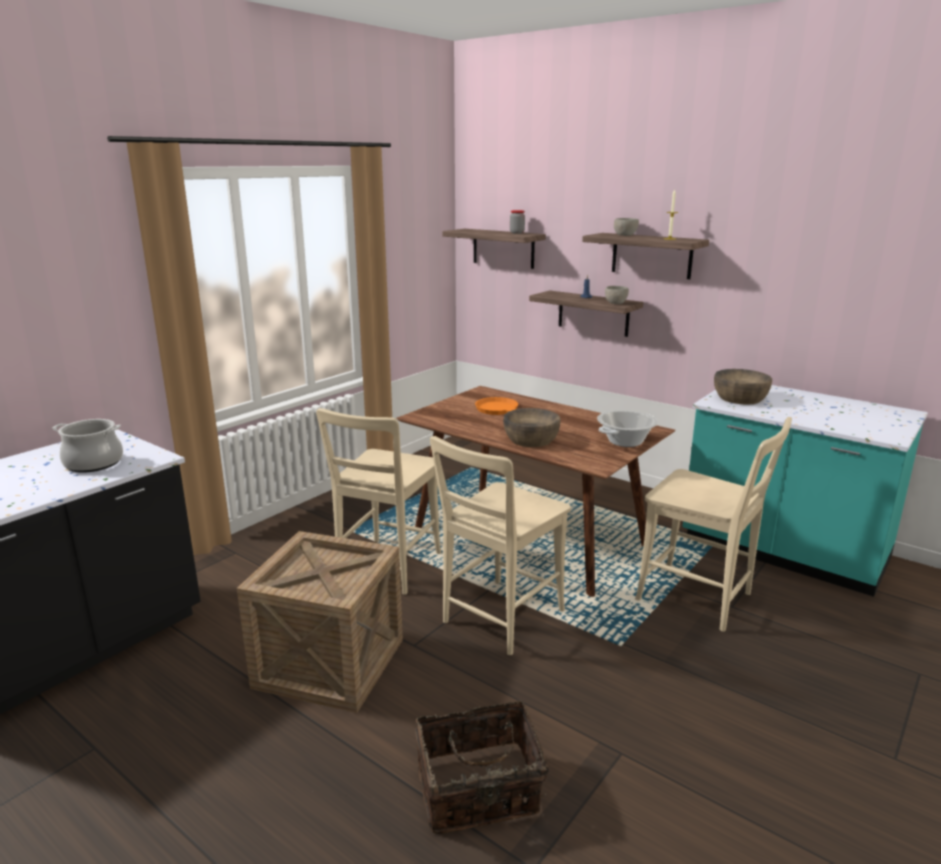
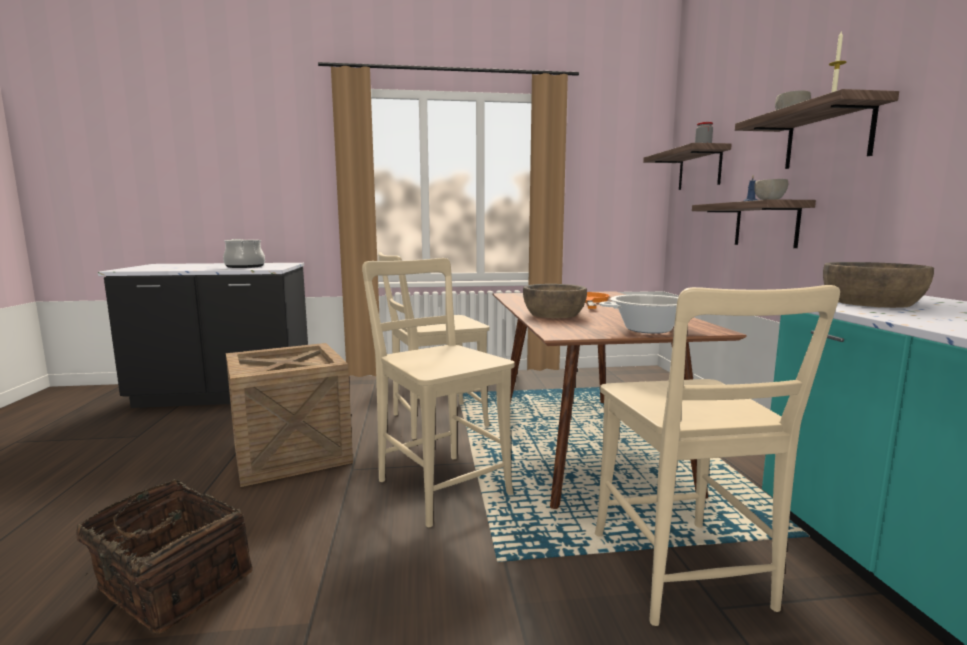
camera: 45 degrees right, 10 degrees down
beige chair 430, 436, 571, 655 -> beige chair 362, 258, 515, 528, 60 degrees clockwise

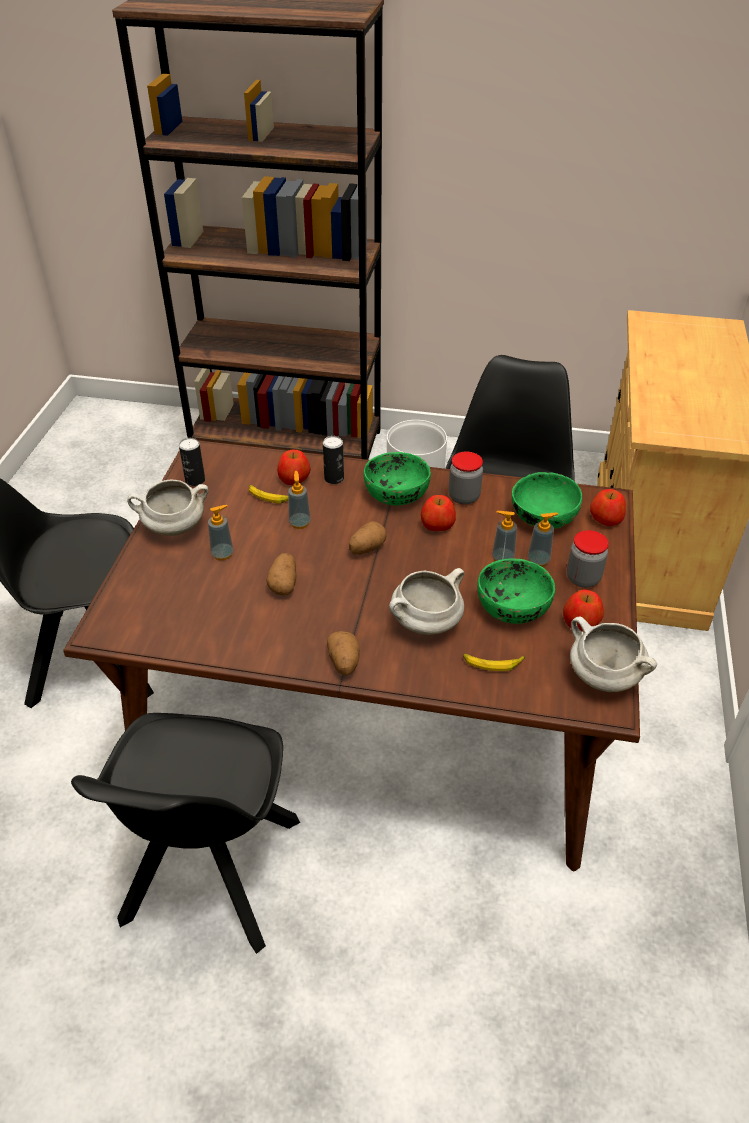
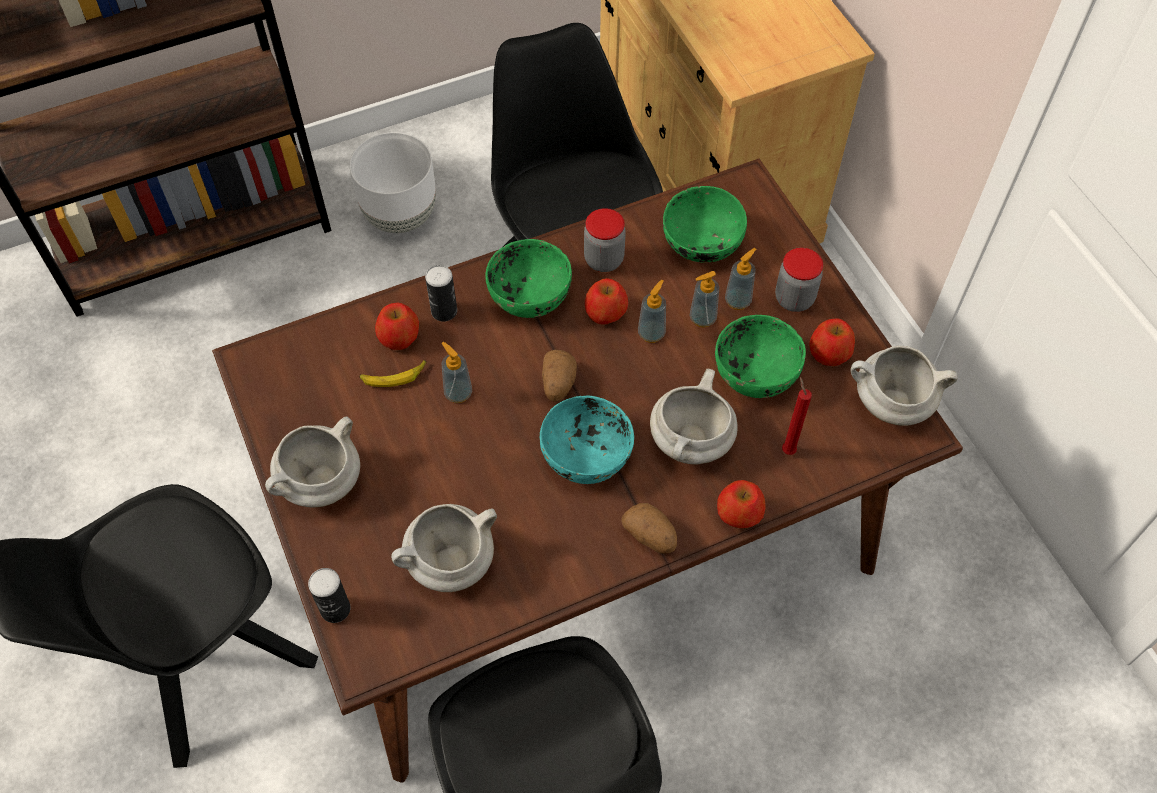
camera: 35 degrees left, 15 degrees up
can 179, 438, 205, 486 -> can 308, 568, 350, 623, relocated
soap dispenser 208, 505, 234, 560 -> soap dispenser 638, 280, 666, 343, relocated
potato 266, 553, 296, 596 -> none
banana 463, 653, 525, 671 -> red candle 782, 377, 812, 455
apple 590, 489, 626, 526 -> apple 717, 480, 766, 528, relocated
none -> white cooking pot 391, 504, 497, 592
none -> turquoise bowl 540, 395, 634, 484

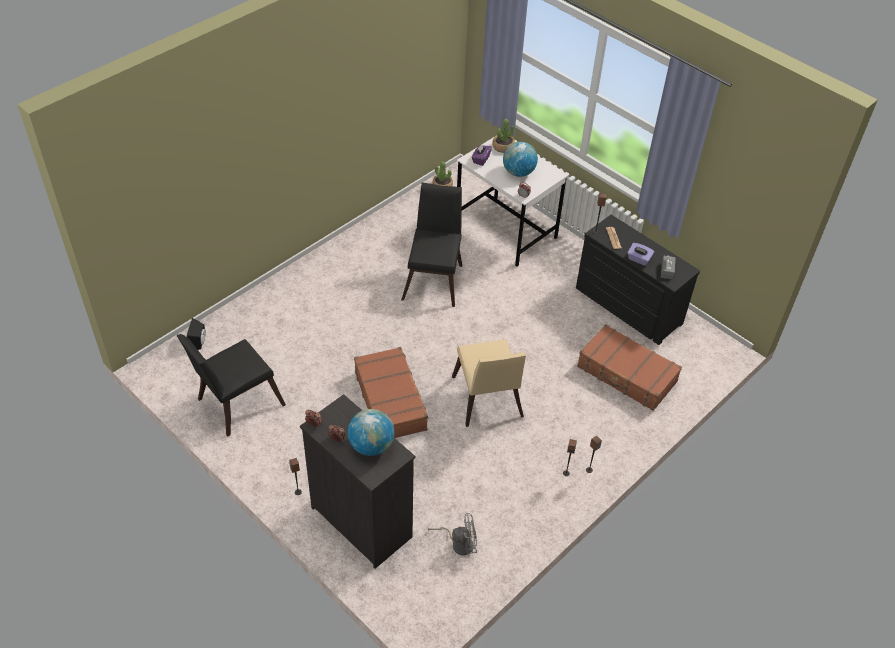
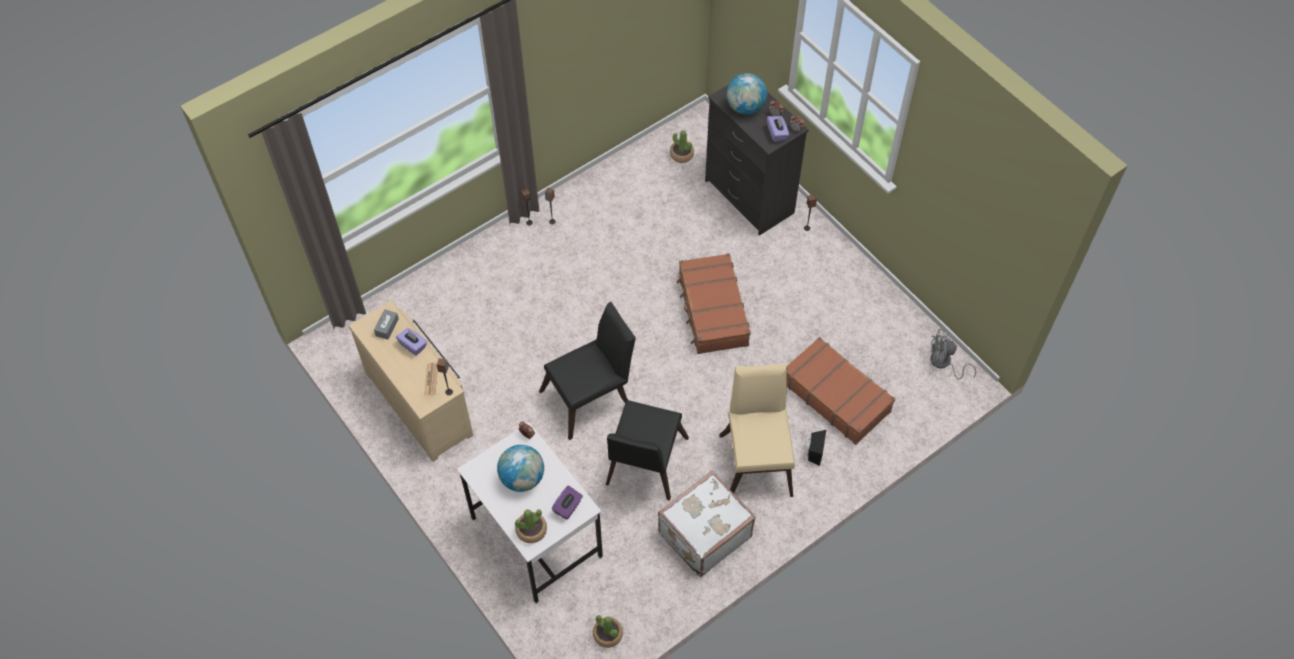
camera: 170 degrees left, 10 degrees up
black chair 176, 334, 286, 437 -> black chair 539, 302, 636, 440, relocated
black speaker 187, 318, 206, 350 -> black speaker 807, 430, 826, 466, relocated
grey fan 428, 513, 477, 555 -> grey fan 930, 329, 976, 379, relocated
beige chair 452, 339, 526, 427 -> beige chair 719, 363, 795, 497, relocated
black dresser 576, 215, 700, 345 -> beige dresser 349, 300, 473, 462
brown suitcase 577, 324, 682, 411 -> brown suitcase 786, 337, 895, 445, relocated
none -> white suitcase 658, 471, 756, 577
none -> potted plant 670, 130, 694, 163
none -> purple tissue box 767, 116, 789, 142

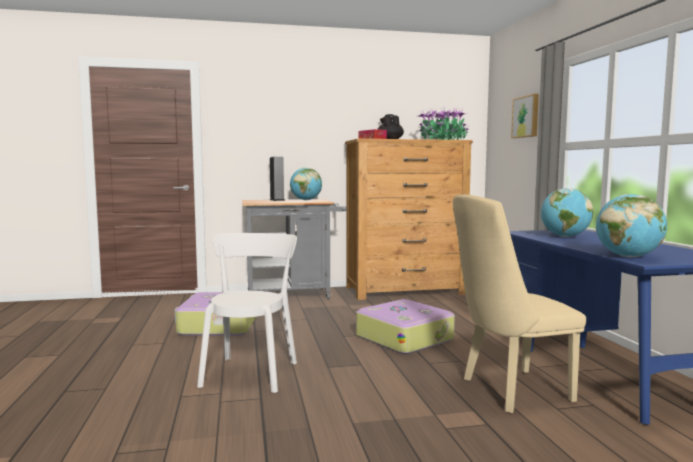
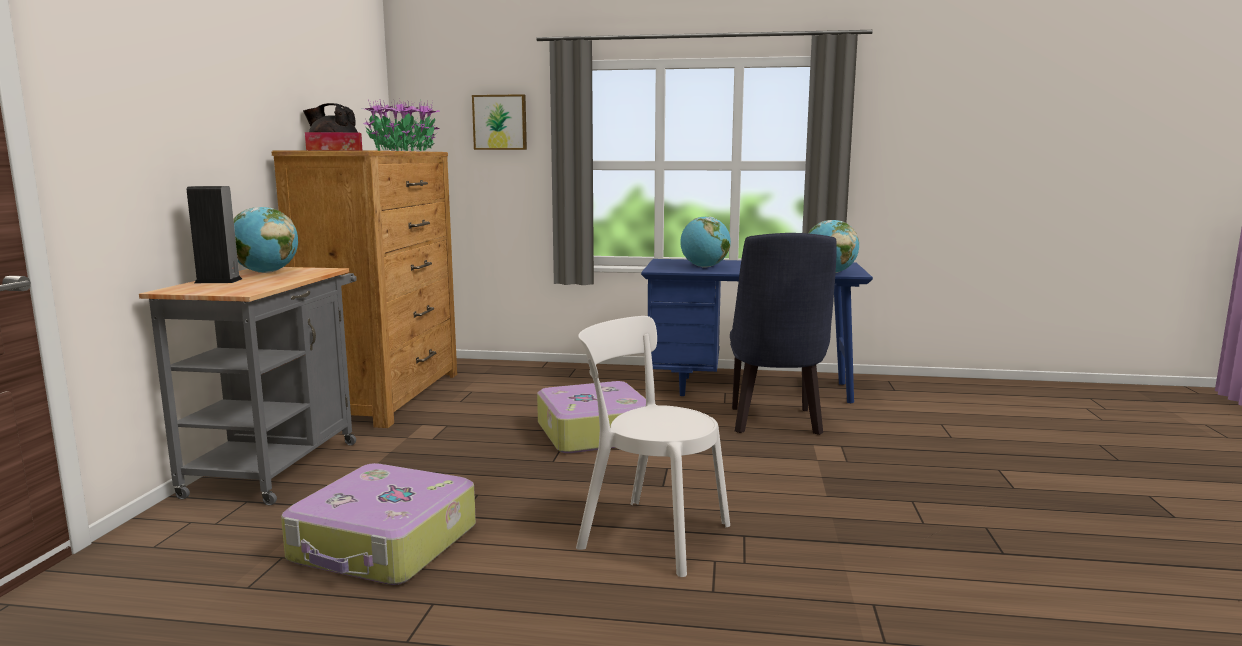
camera: 70 degrees left, 5 degrees up
beige chair 453, 194, 586, 413 -> blue chair 730, 233, 837, 435

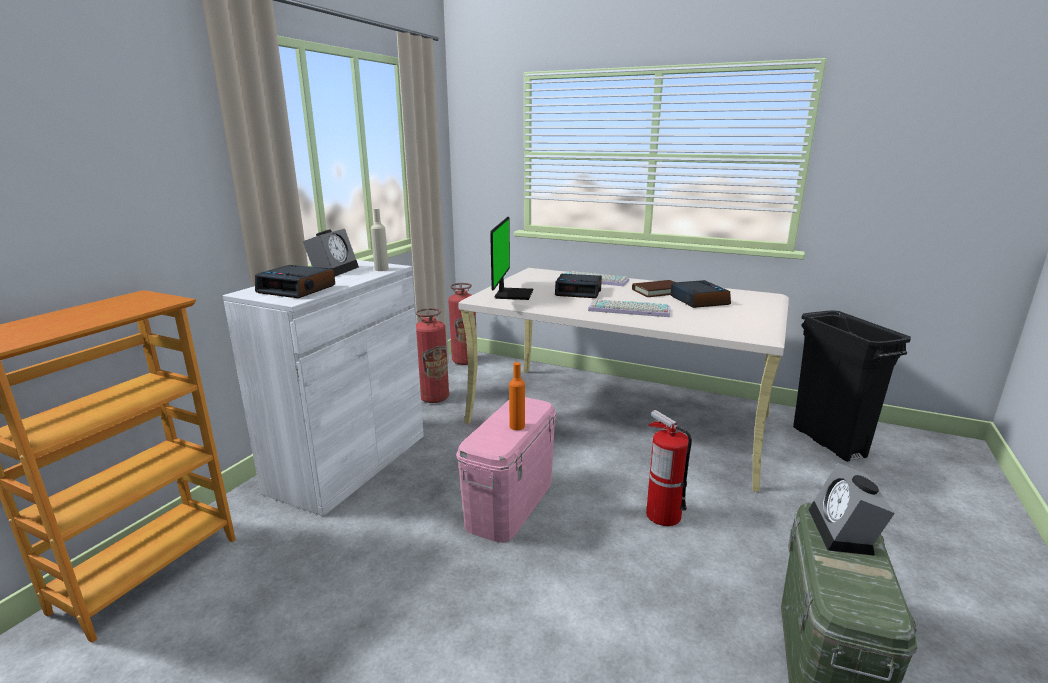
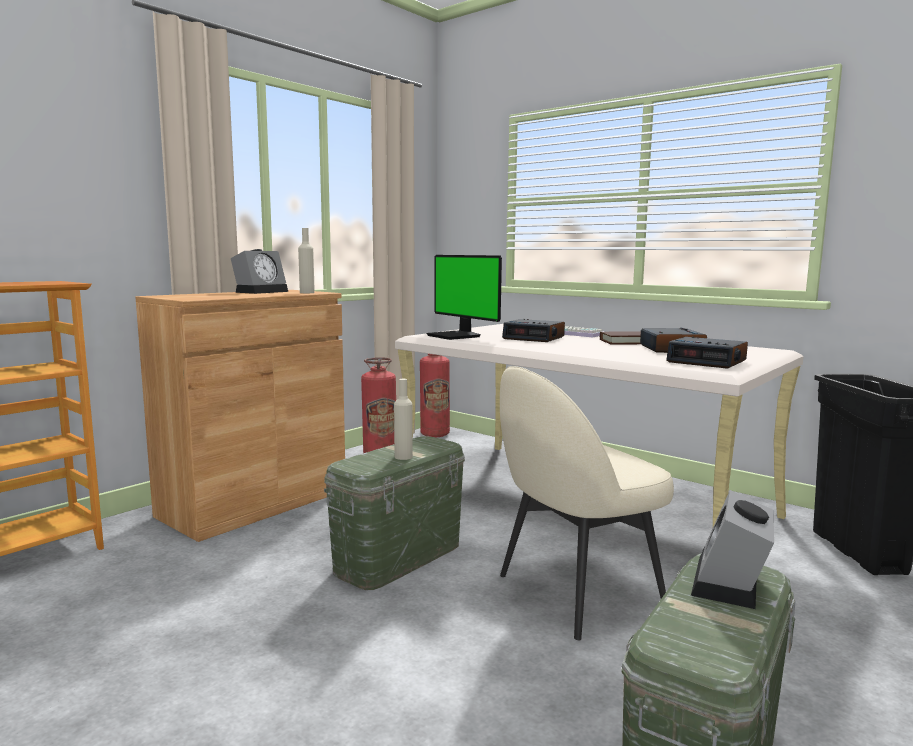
camera: 15 degrees right, 10 degrees down
white cabinet 223, 260, 424, 516 -> brown cabinet 136, 290, 345, 542
alarm clock 255, 265, 335, 298 -> alarm clock 666, 336, 748, 369, relocated
pink storage box 456, 397, 556, 543 -> green storage box 324, 436, 465, 590
monitor 490, 217, 534, 300 -> monitor 427, 255, 502, 340, 120 degrees clockwise
orange bottle 509, 362, 525, 430 -> beige bottle 394, 379, 413, 460
keyboard 588, 299, 670, 317 -> none
fire extinguisher 646, 410, 692, 526 -> beige chair 500, 366, 674, 640

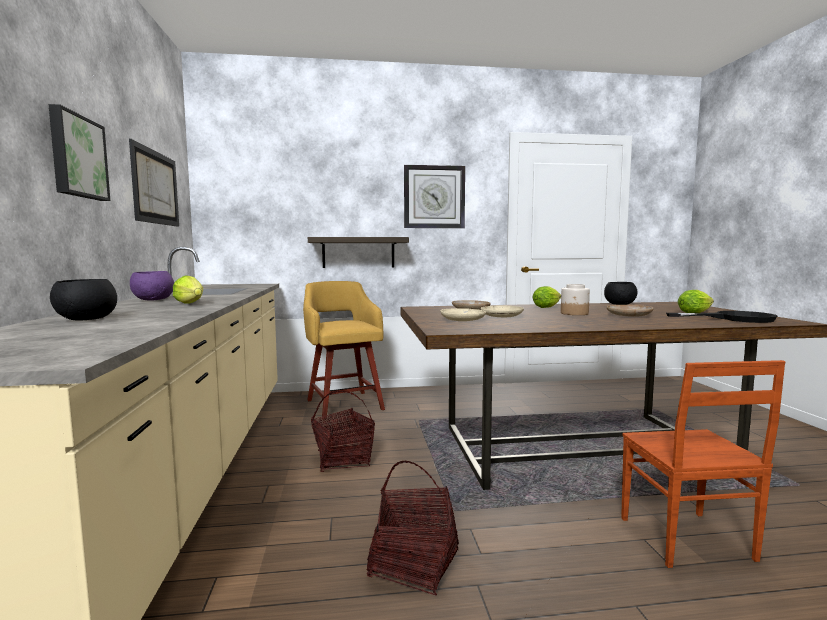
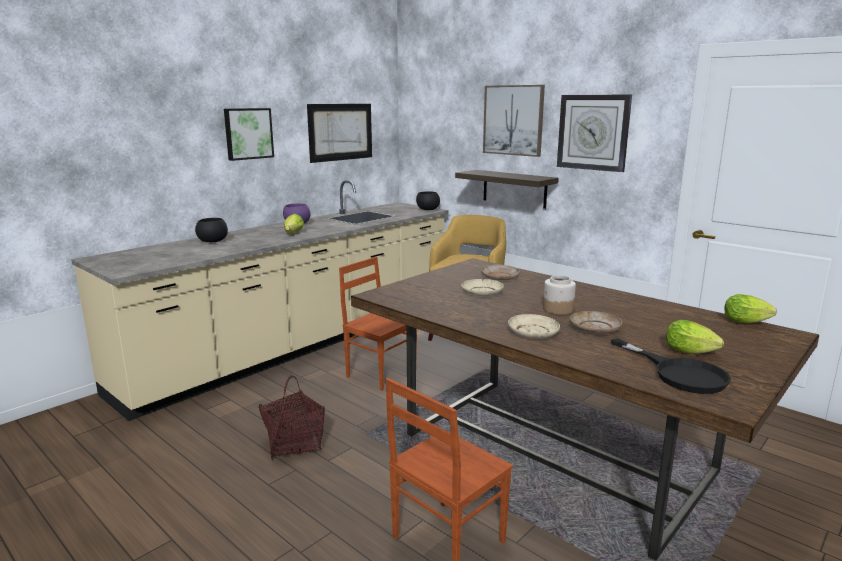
camera: 50 degrees right, 10 degrees up
basket 311, 391, 375, 472 -> brown chair 339, 257, 417, 390
beige plate 440, 308, 486, 321 -> beige plate 508, 314, 560, 338, relocated
lettuce 532, 286, 561, 308 -> lettuce 724, 294, 777, 324, relocated
black bowl 604, 282, 638, 305 -> black bowl 416, 191, 440, 210, relocated
none -> picture 483, 85, 545, 157

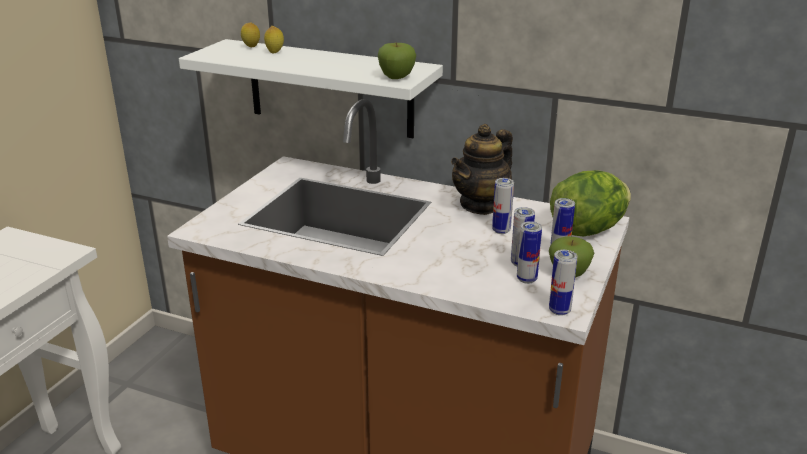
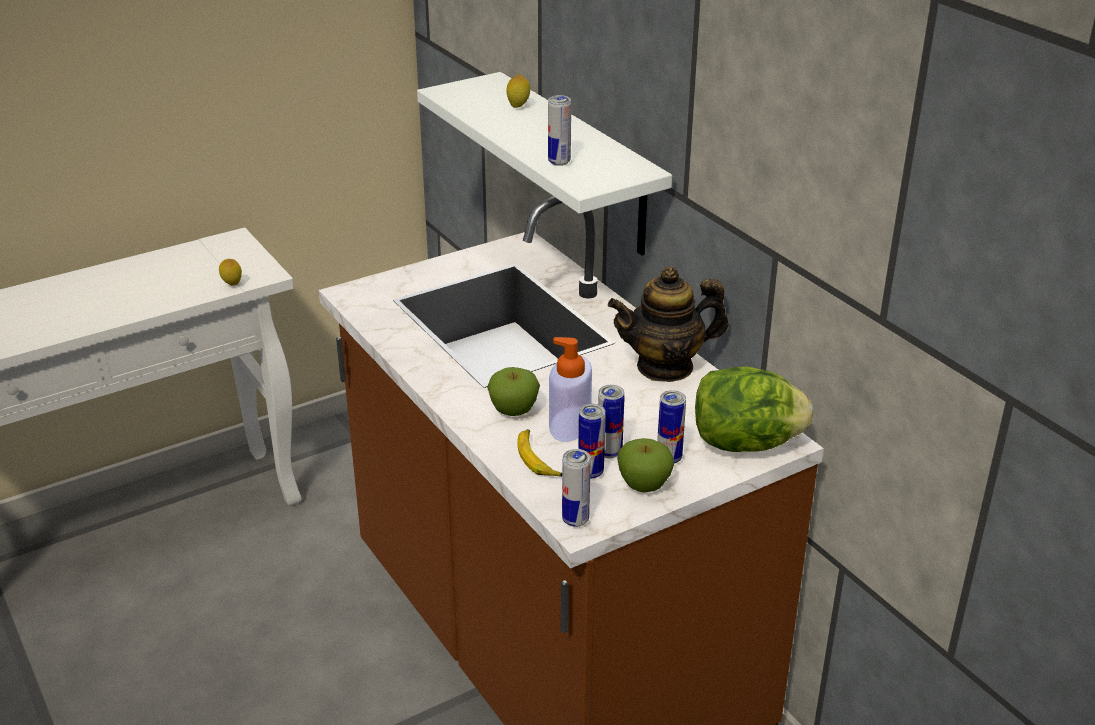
camera: 35 degrees right, 5 degrees up
lemon 241, 22, 260, 47 -> lemon 219, 259, 242, 285, relocated
apple 378, 43, 416, 79 -> apple 487, 367, 540, 416, relocated
can 492, 178, 514, 234 -> can 548, 95, 571, 166, relocated
none -> banana 517, 429, 562, 477
none -> soap dispenser 549, 337, 592, 442

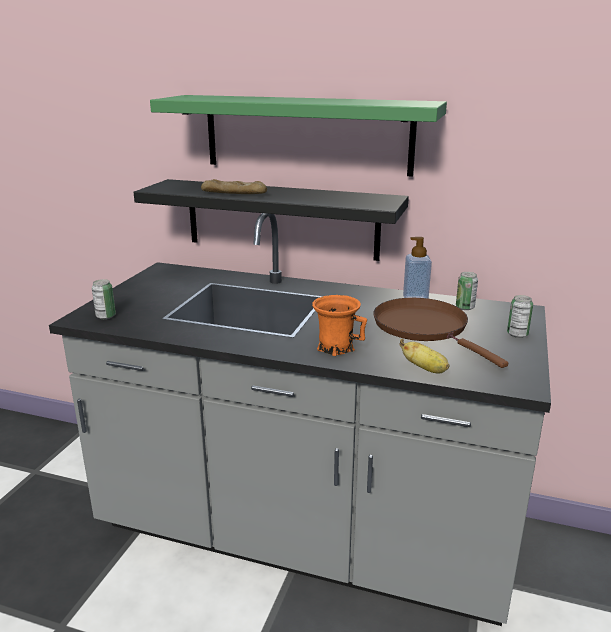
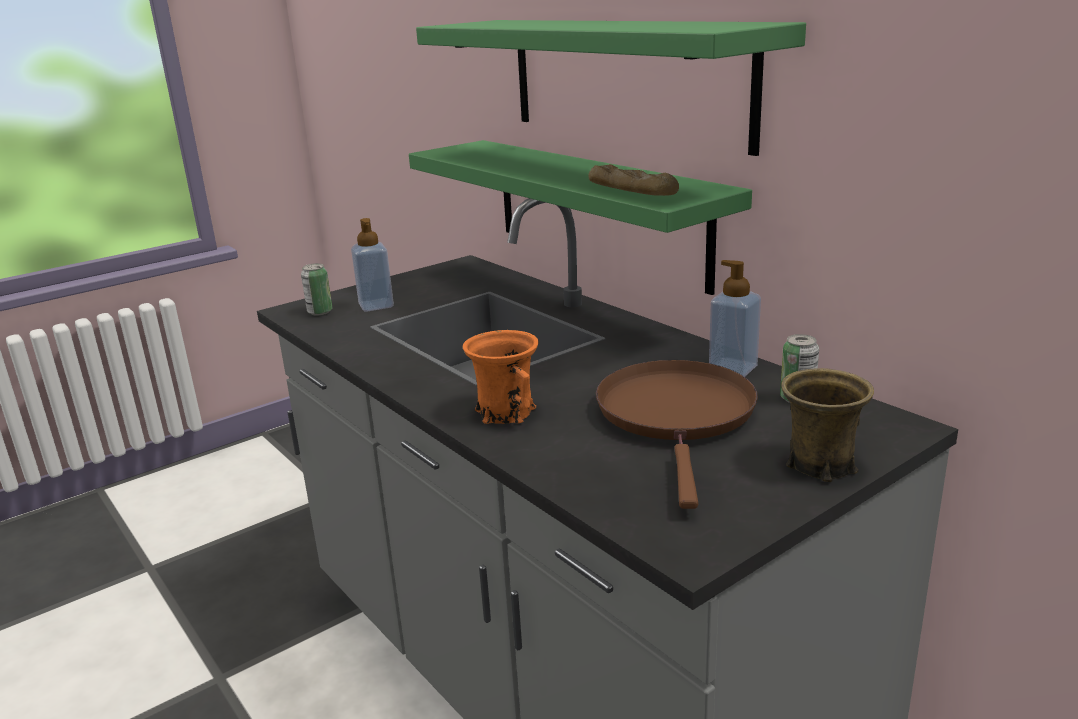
camera: 35 degrees right, 0 degrees up
black shelf 133, 179, 409, 261 -> green shelf 409, 140, 752, 295
bread 201, 179, 267, 194 -> bread 588, 164, 679, 196, relocated
banana 399, 339, 449, 373 -> none
can 507, 295, 533, 338 -> brown mug 781, 368, 874, 482
none -> soap dispenser 351, 218, 394, 311

